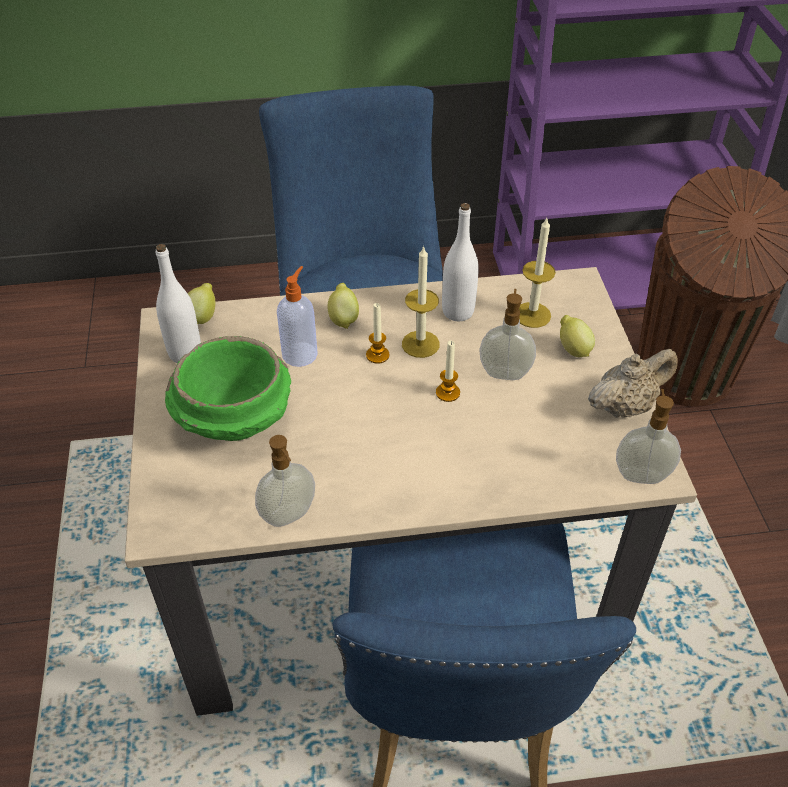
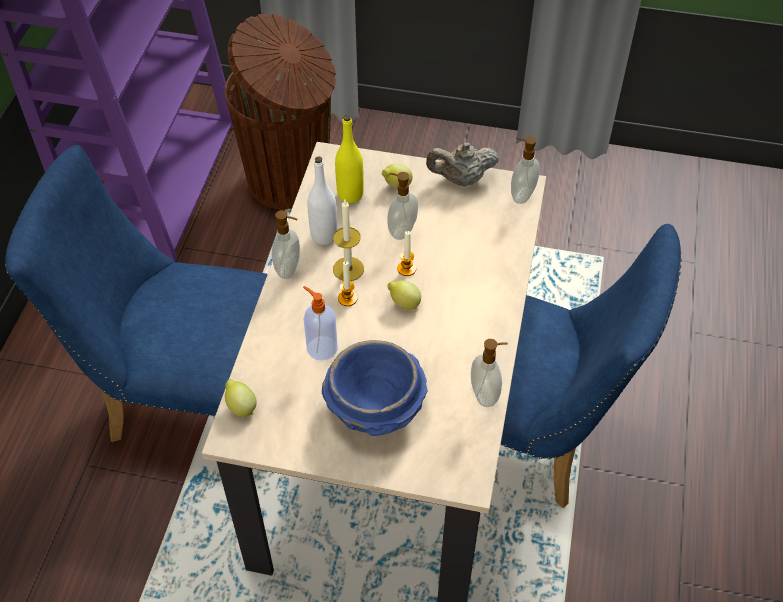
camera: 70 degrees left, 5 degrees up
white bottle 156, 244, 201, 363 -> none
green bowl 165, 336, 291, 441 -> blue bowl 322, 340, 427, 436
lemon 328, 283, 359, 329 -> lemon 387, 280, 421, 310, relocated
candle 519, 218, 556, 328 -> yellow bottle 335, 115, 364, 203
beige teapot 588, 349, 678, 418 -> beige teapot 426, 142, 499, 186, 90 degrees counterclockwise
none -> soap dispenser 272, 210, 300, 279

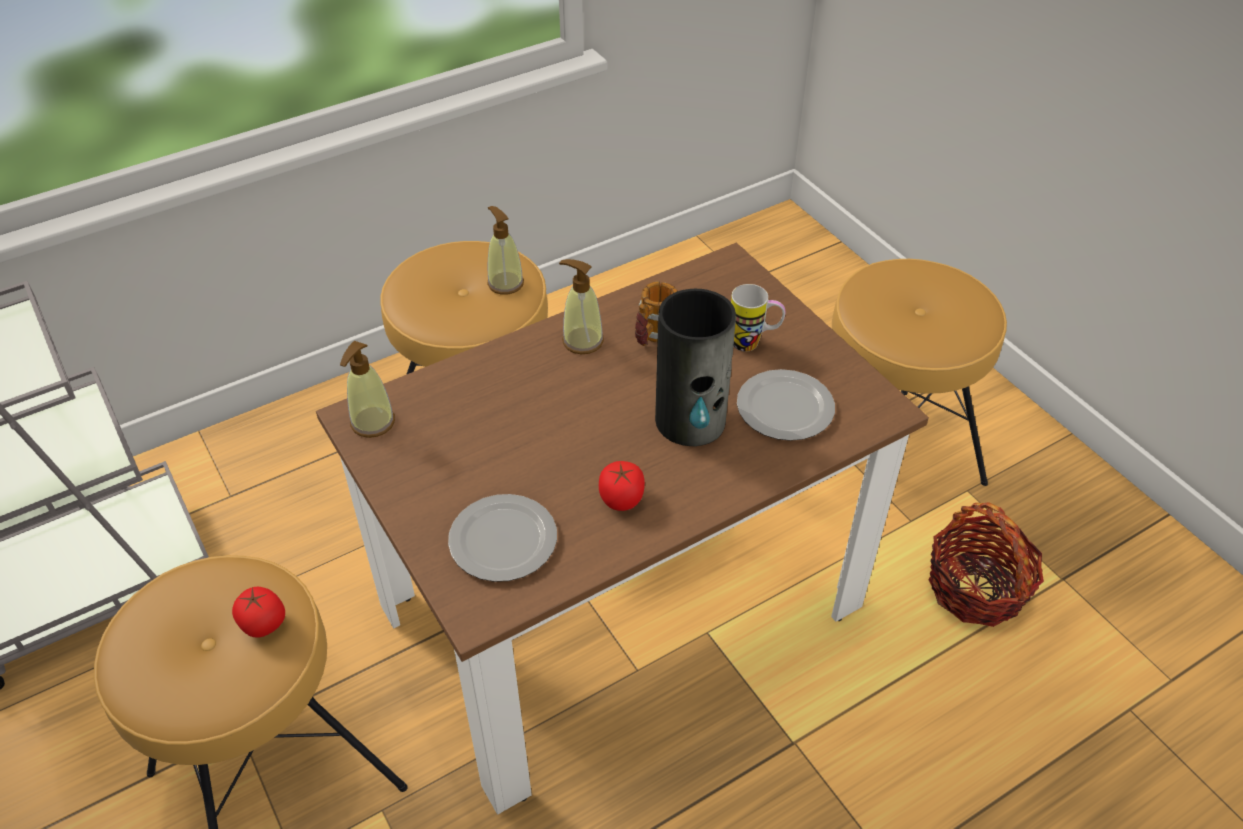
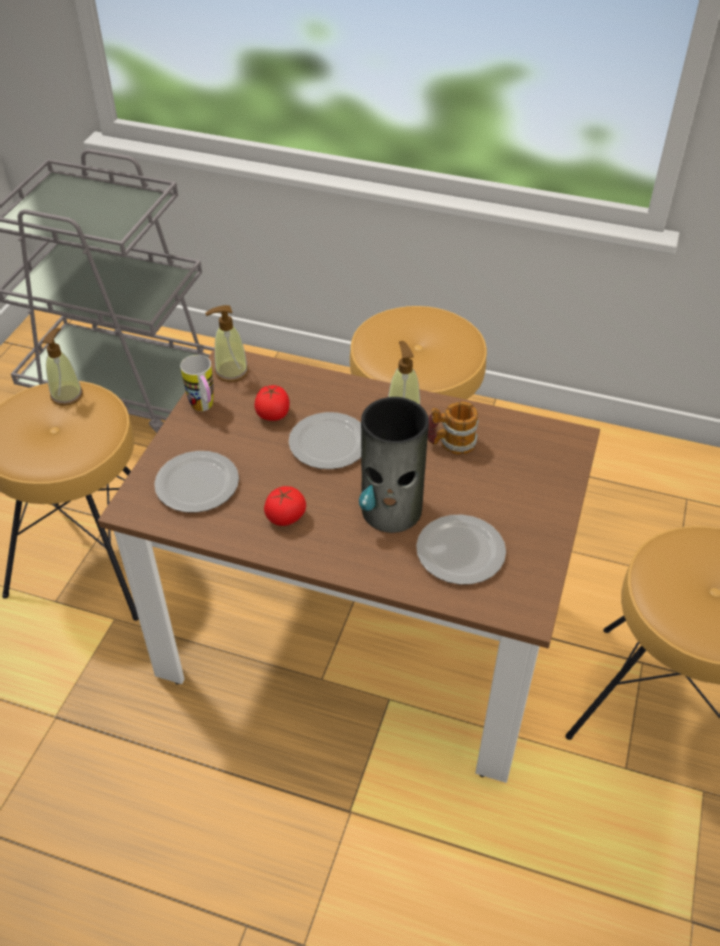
camera: 50 degrees right, 0 degrees up
tomato 232, 587, 285, 638 -> tomato 255, 385, 290, 421, relocated
soap dispenser 487, 206, 524, 295 -> soap dispenser 42, 328, 83, 406, relocated
mug 731, 284, 785, 352 -> mug 180, 355, 214, 411, relocated
basket 929, 502, 1044, 627 -> none
none -> plate 289, 412, 361, 469

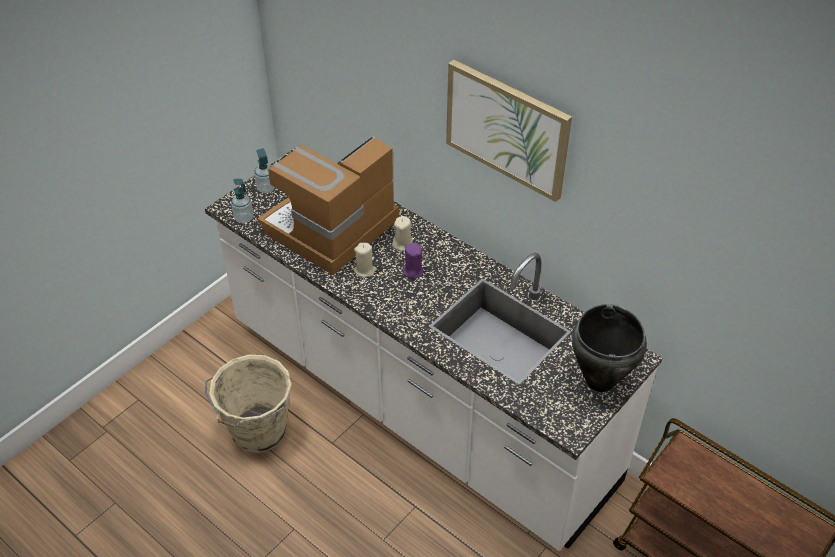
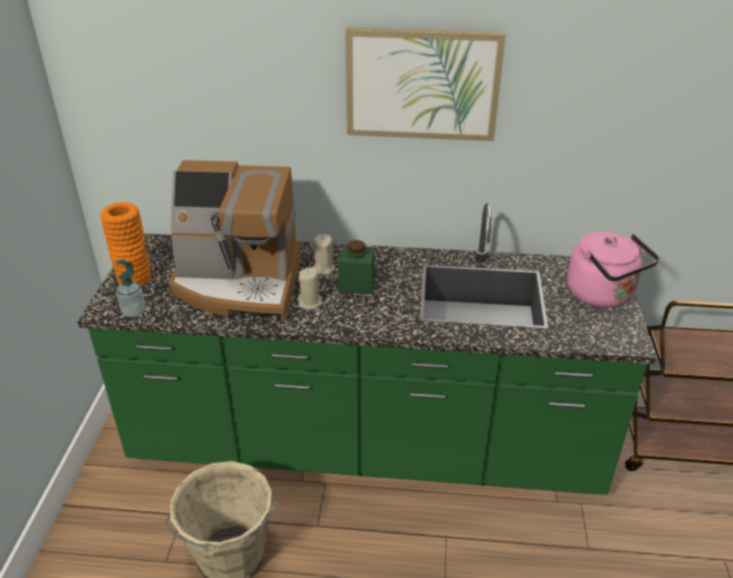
camera: 35 degrees left, 10 degrees down
white counter 205, 145, 662, 551 -> green counter 77, 203, 657, 495
soap dispenser 254, 148, 275, 193 -> orange vase 100, 202, 151, 286
coffee machine 258, 136, 399, 275 -> coffee machine 168, 160, 301, 321, 90 degrees counterclockwise
purple candle 403, 243, 423, 279 -> green jar 338, 240, 375, 294
black cooking pot 571, 304, 647, 392 -> pink kettle 567, 232, 660, 308

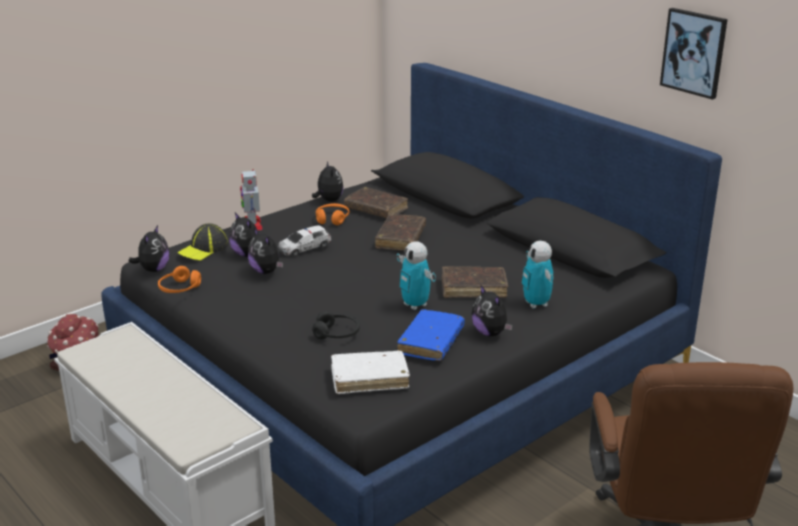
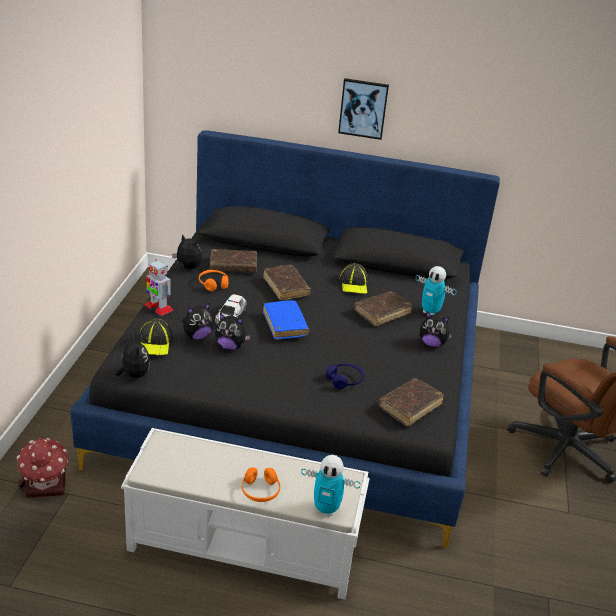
camera: 40 degrees left, 5 degrees up
orange headphones 158, 266, 201, 293 -> orange headphones 242, 467, 280, 502, relocated
plush toy 229, 212, 260, 257 -> plush toy 182, 303, 213, 340, 45 degrees counterclockwise
black headphones 312, 311, 360, 339 -> blue headphones 326, 363, 364, 389
white book 331, 351, 410, 394 -> brown book 379, 378, 444, 426
toy robot 397, 242, 436, 310 -> toy robot 301, 455, 361, 516, relocated
blue book 397, 309, 465, 361 -> blue book 263, 300, 309, 340, relocated
picture 660, 8, 728, 100 -> picture 338, 78, 389, 140, relocated
none -> cap 339, 263, 368, 294

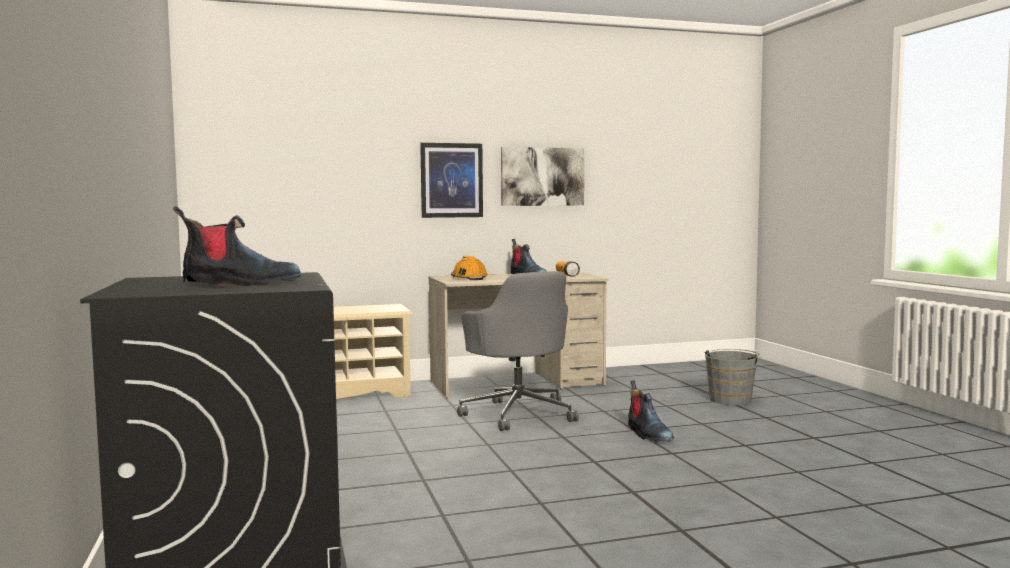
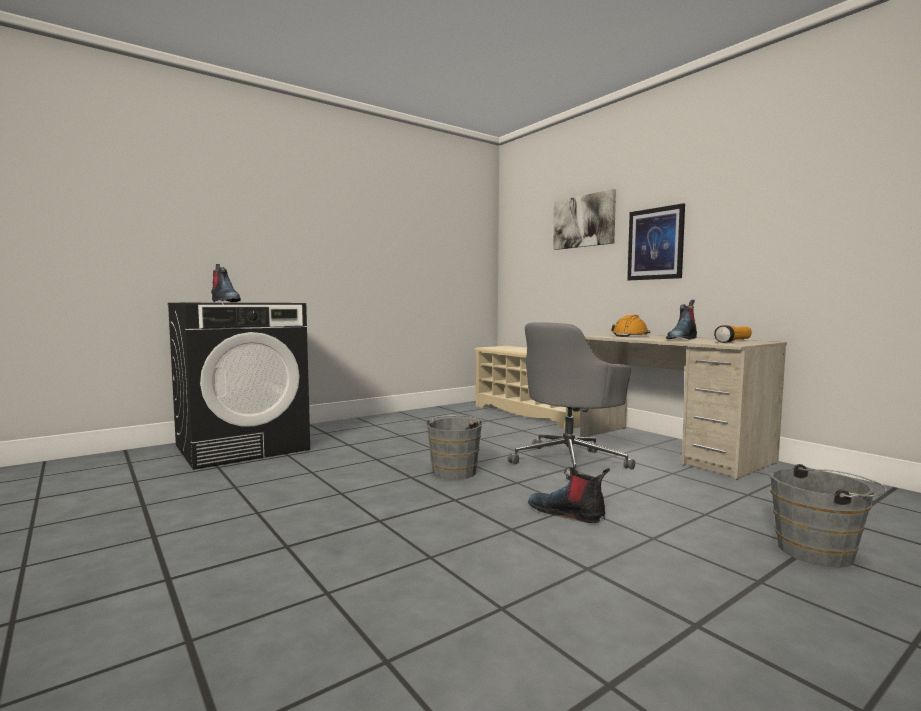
camera: 70 degrees right, 0 degrees up
picture 501, 147, 584, 206 -> picture 553, 189, 616, 250, relocated
boot 628, 381, 674, 442 -> boot 528, 467, 610, 523, 75 degrees clockwise
none -> grey bucket 425, 415, 486, 480

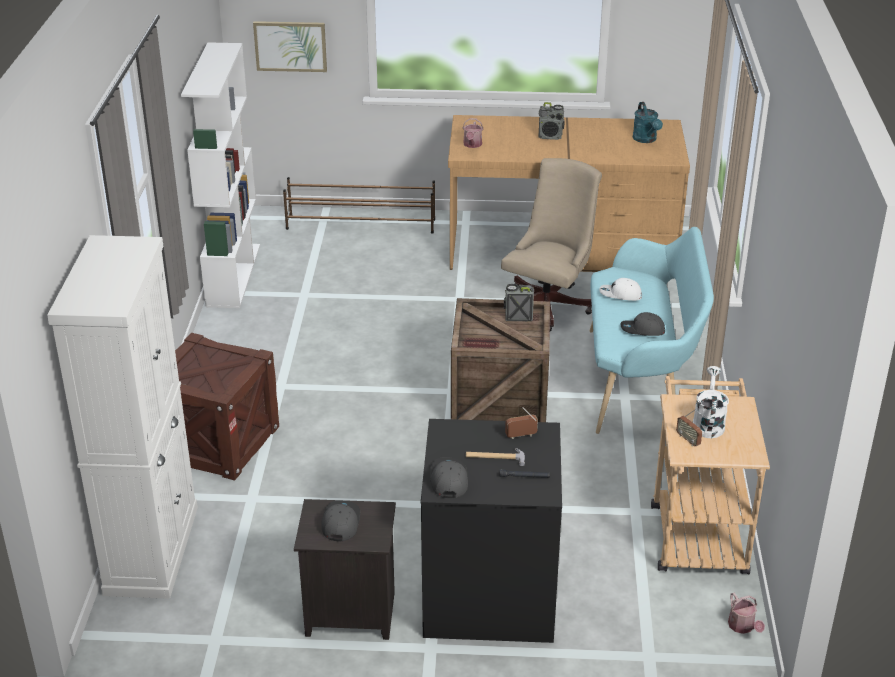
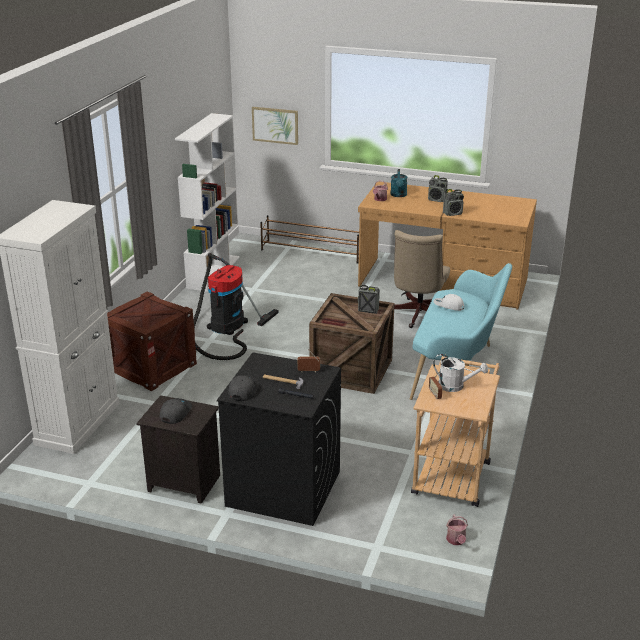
camera: 15 degrees right, 5 degrees down
beige office chair 501, 158, 602, 331 -> beige office chair 394, 230, 450, 328, 150 degrees clockwise
grey cap 621, 312, 665, 336 -> none
turquoise watering can 633, 102, 663, 143 -> turquoise watering can 391, 169, 407, 197, relocated
white watering can 693, 366, 729, 438 -> white watering can 433, 354, 488, 392, 90 degrees clockwise
none -> vacuum cleaner 193, 253, 278, 360
none -> radio 443, 189, 464, 216

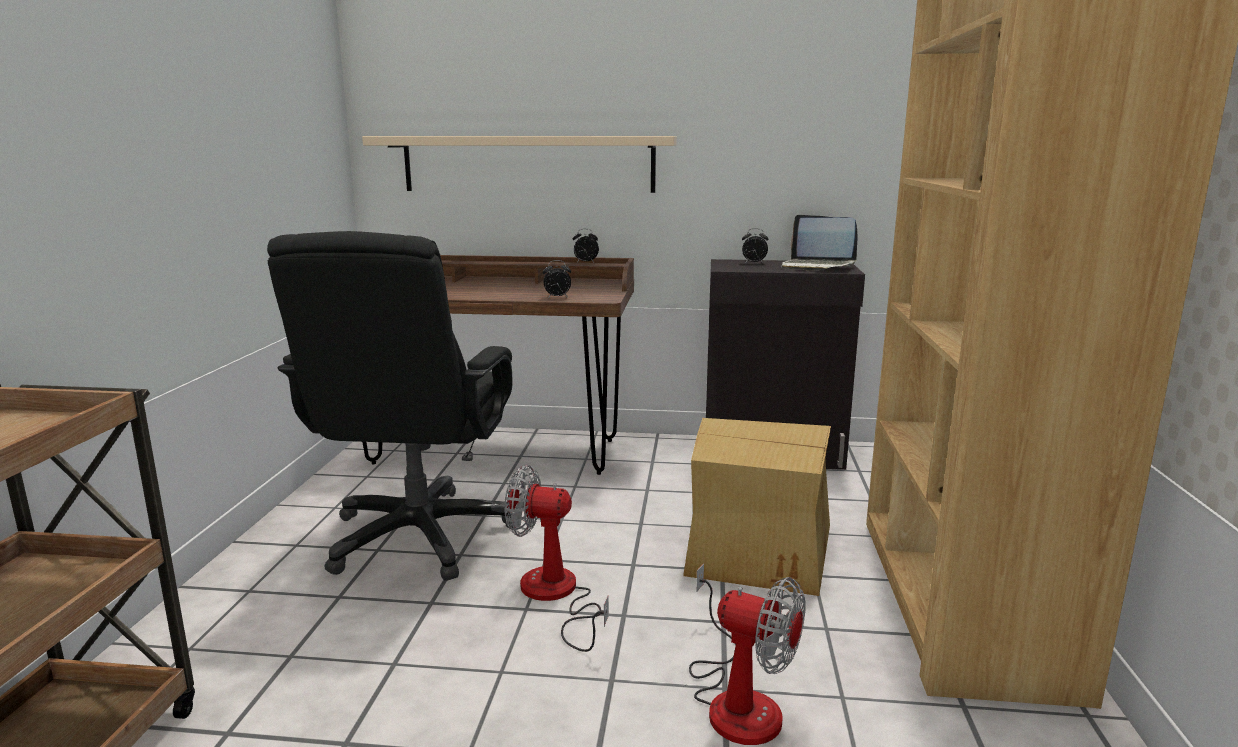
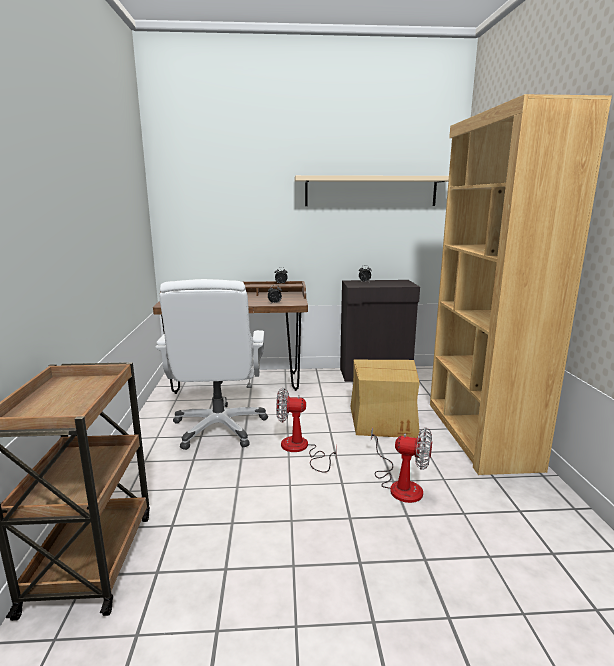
camera: 10 degrees left, 0 degrees up
black office chair 267, 231, 513, 581 -> white office chair 155, 279, 268, 450
beige shelf 362, 136, 677, 193 -> beige shelf 295, 175, 449, 206, relocated
laptop 781, 215, 858, 271 -> none

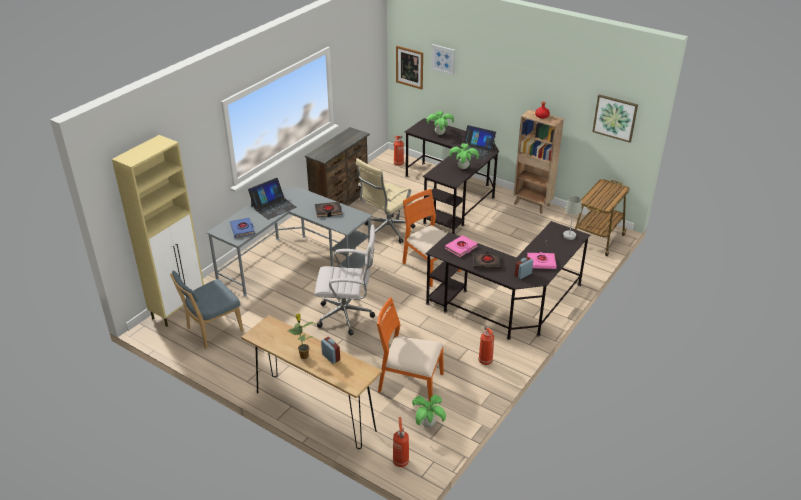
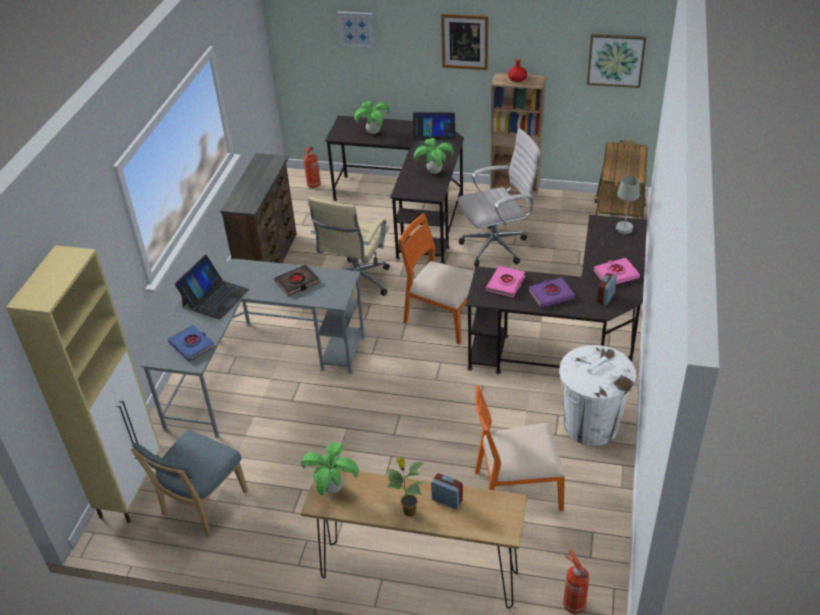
camera: 20 degrees left, 5 degrees up
white office chair 315, 224, 375, 335 -> white office chair 457, 128, 541, 267, relocated
picture 396, 46, 423, 90 -> picture 441, 14, 488, 70, relocated
potted plant 412, 395, 446, 428 -> potted plant 301, 442, 359, 495, relocated
black book 473, 252, 502, 269 -> purple book 528, 277, 575, 308
fire extinguisher 479, 326, 494, 365 -> white trash can 559, 345, 636, 446

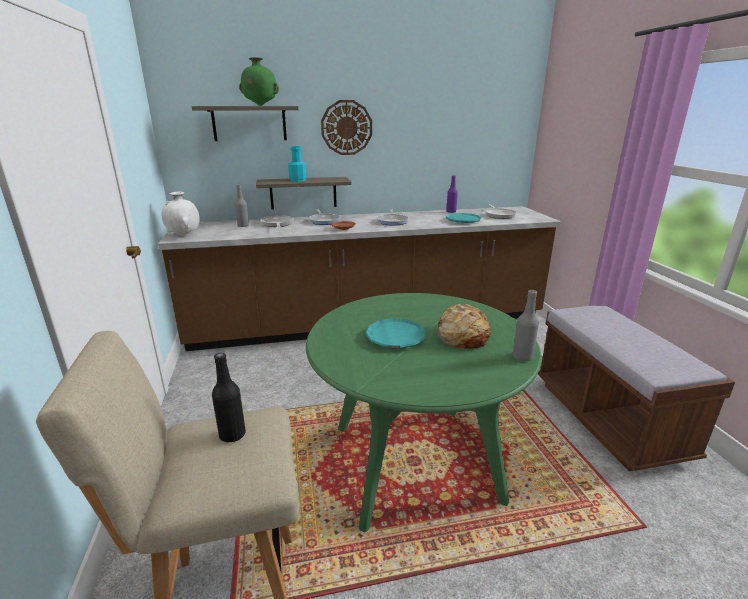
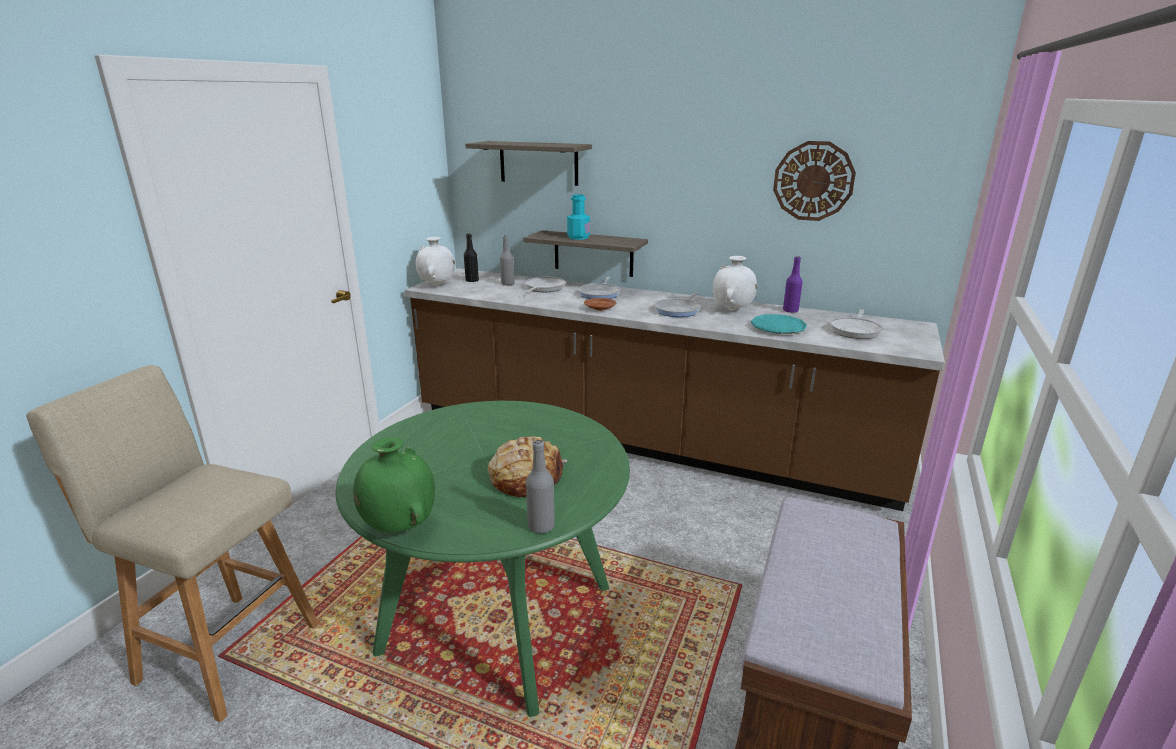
camera: 35 degrees right, 0 degrees up
black bottle 212, 353, 246, 442 -> black bottle 464, 233, 479, 282, relocated
green vase 239, 57, 279, 106 -> green vase 353, 437, 435, 532, relocated
wall clock 321, 100, 372, 155 -> wall clock 773, 141, 856, 221, relocated
turquoise plate 365, 318, 426, 348 -> none
none -> white vase 712, 256, 757, 311

